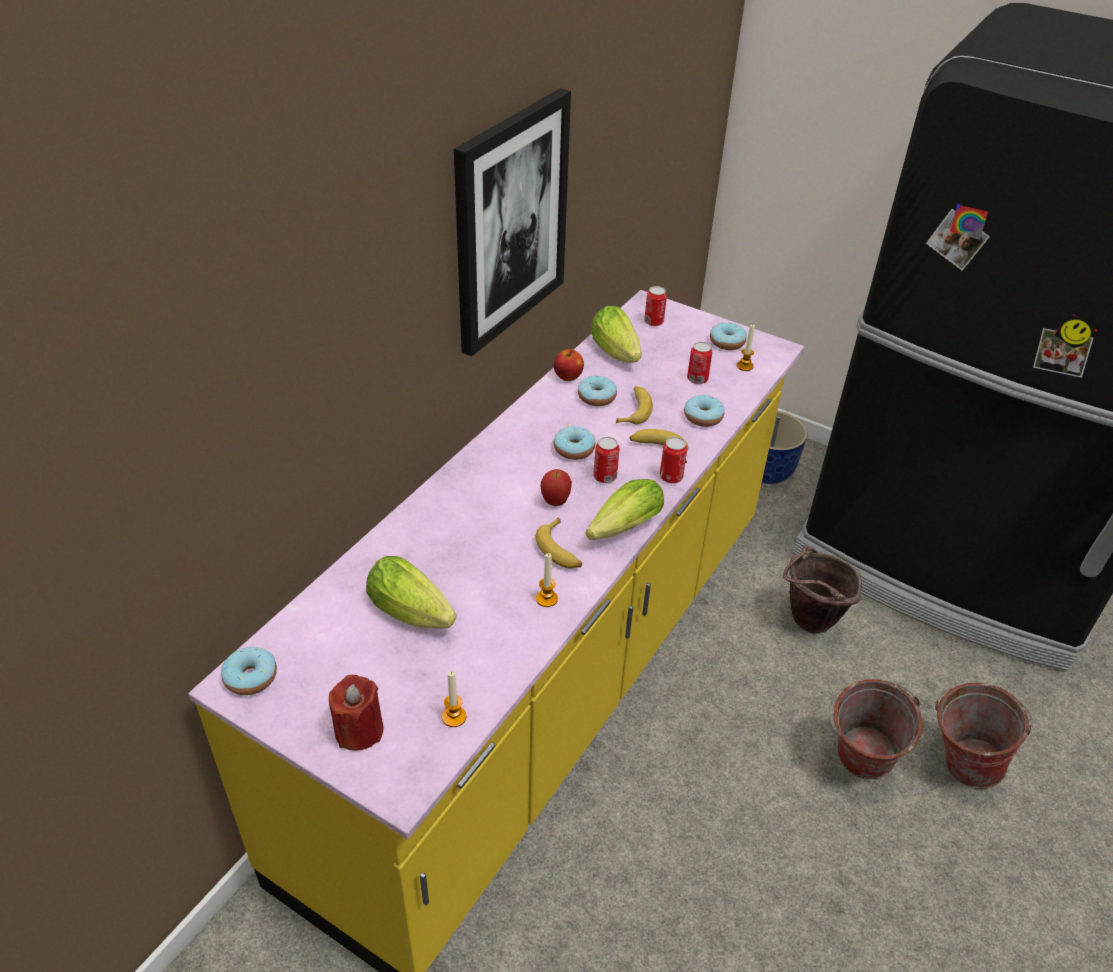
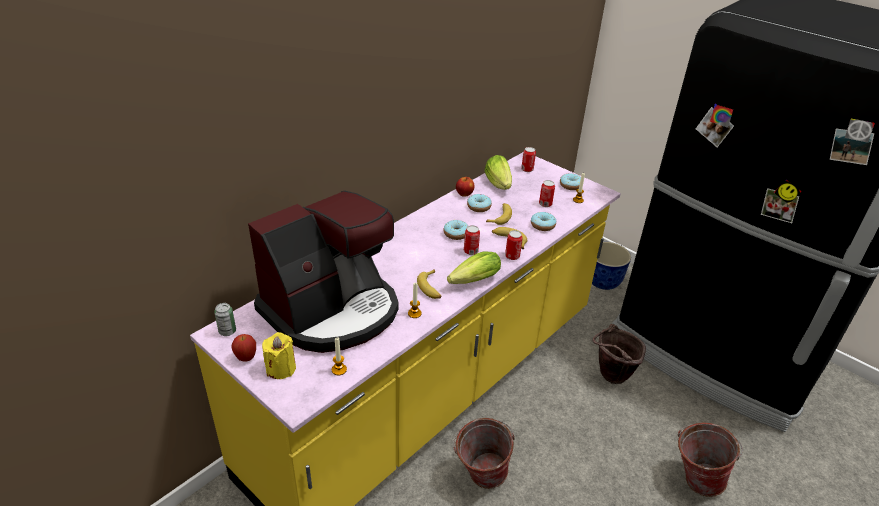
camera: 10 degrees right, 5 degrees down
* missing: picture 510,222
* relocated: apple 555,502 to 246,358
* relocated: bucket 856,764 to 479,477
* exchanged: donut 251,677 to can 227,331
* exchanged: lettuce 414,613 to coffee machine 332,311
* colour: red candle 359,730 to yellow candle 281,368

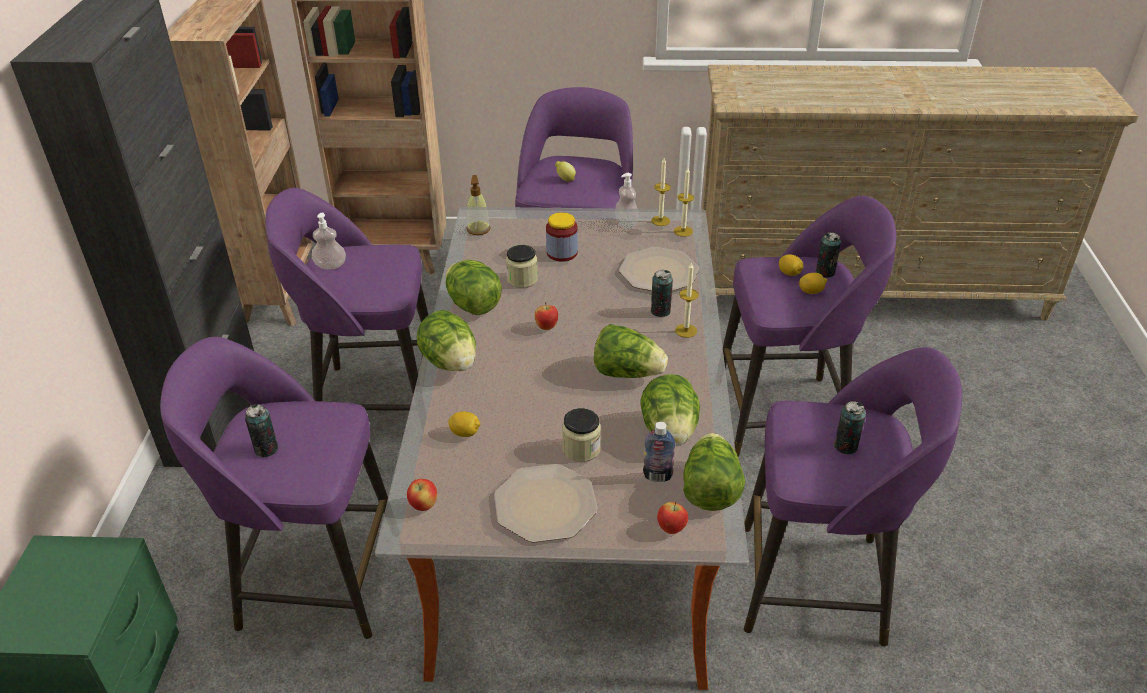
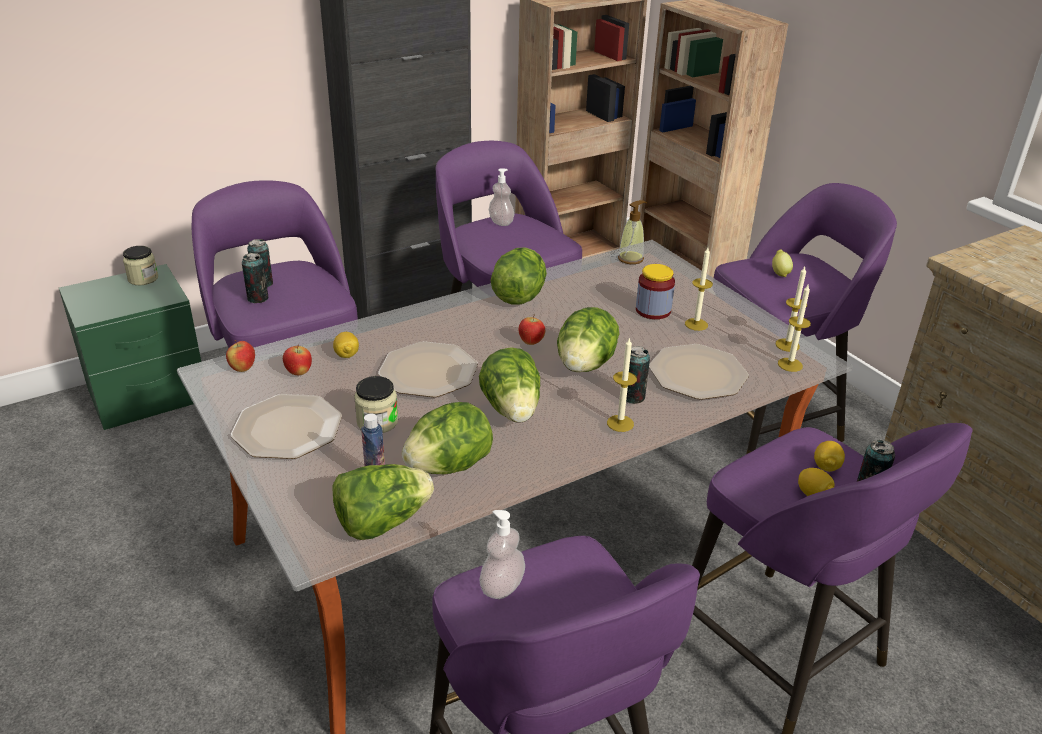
camera: 55 degrees right, 5 degrees down
* appeared: plate 429,372
* appeared: candle 696,324
* relocated: lettuce 450,362 to 585,365
* relocated: jar 522,279 to 143,279
* relocated: soap dispenser 626,224 to 502,587
* relocated: apple 671,529 to 299,373
* relocated: can 845,446 to 258,298

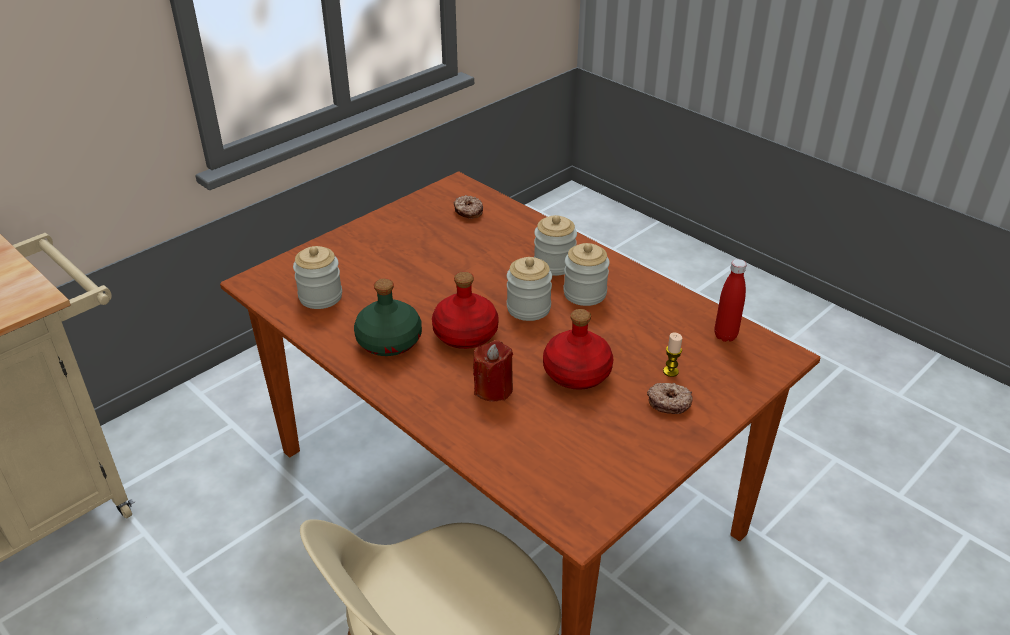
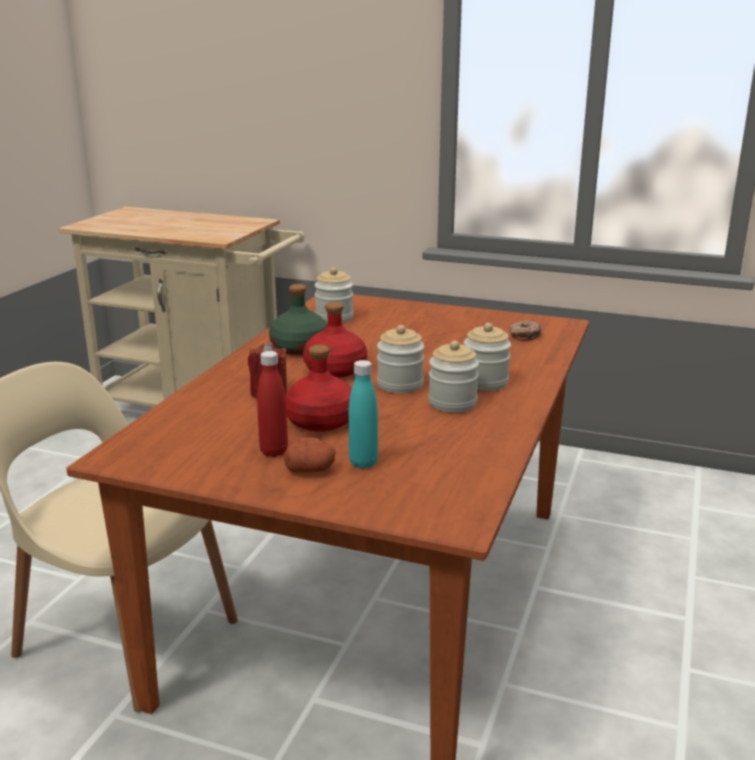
camera: 65 degrees right, 15 degrees down
* relocated: red bottle 725,336 to 274,451
* exchanged: donut 669,402 to potato 311,469
* exchanged: candle 670,371 to turquoise bottle 363,463

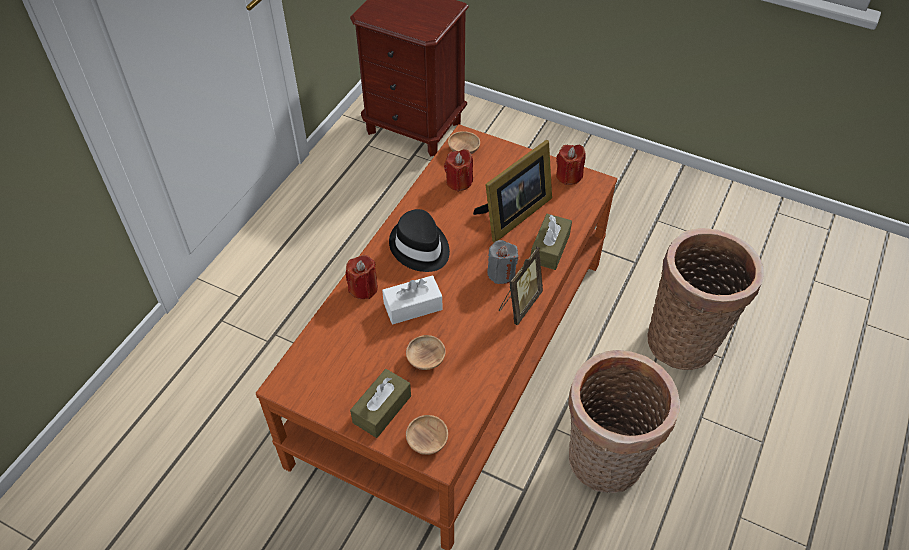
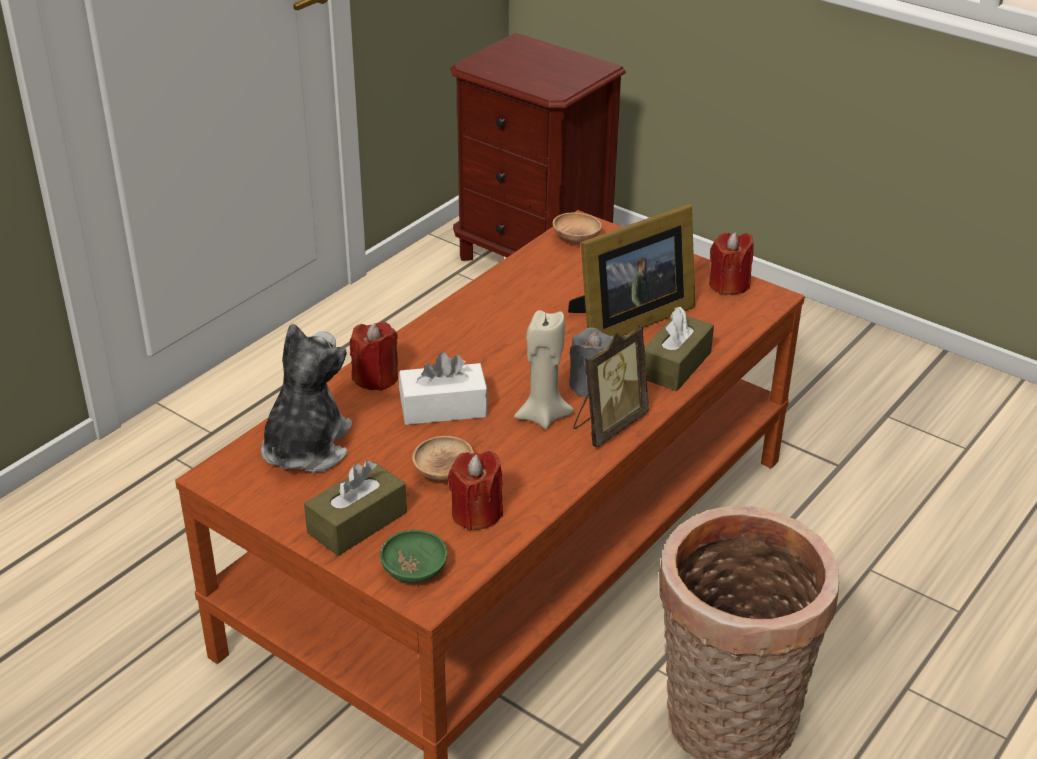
camera: 10 degrees right, 15 degrees down
* missing: black hat 420,248
* missing: basket 685,340
* appeared: plush toy 305,448
* appeared: beige candle 543,416
* relocated: red candle 459,182 to 476,514
* colour: brown bowl 427,441 to green bowl 414,570

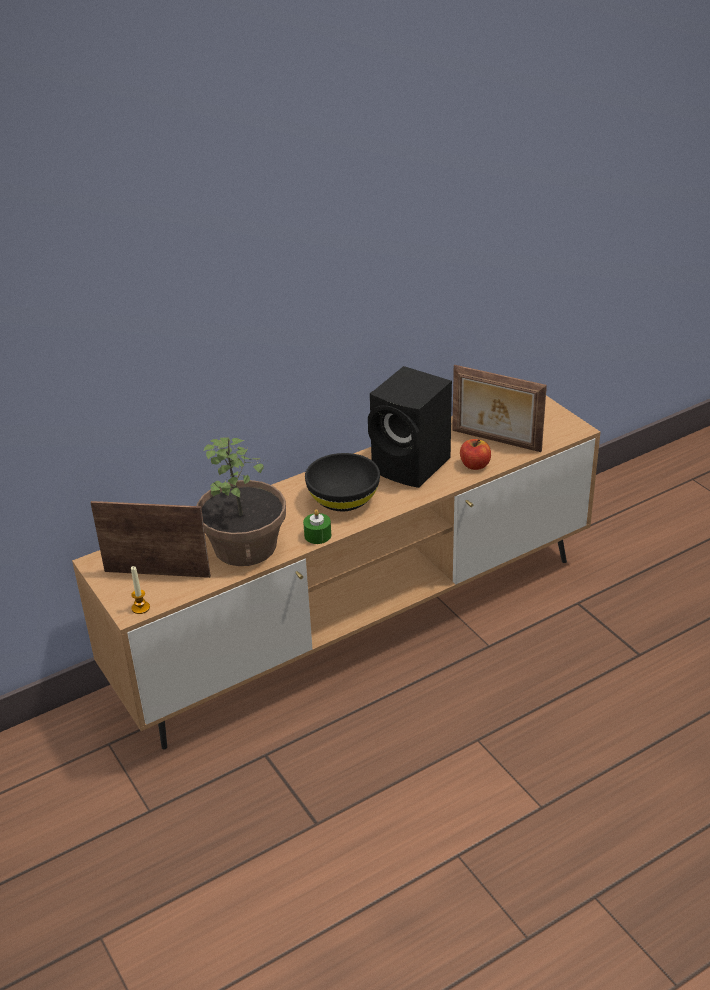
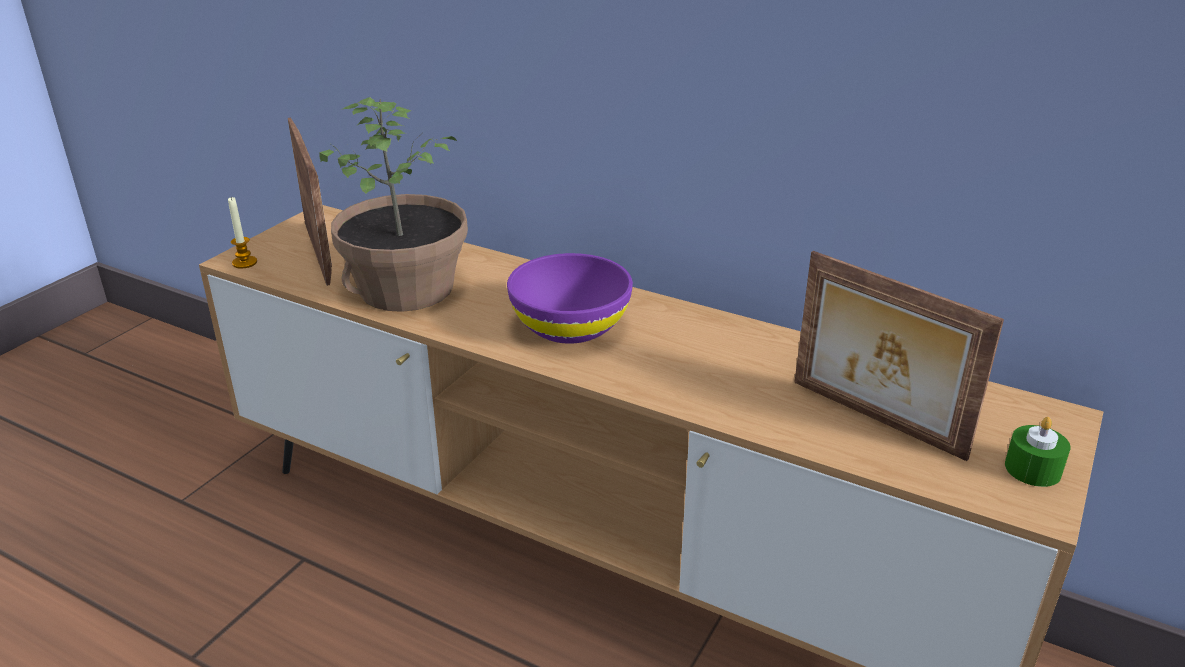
camera: 60 degrees right, 5 degrees down
* missing: black speaker 413,466
* missing: apple 474,465
* relocated: green candle 317,535 to 1032,469
* colour: black bowl 343,499 to purple bowl 569,326
* spun: picture frame 495,441 = 874,420 45 degrees counterclockwise

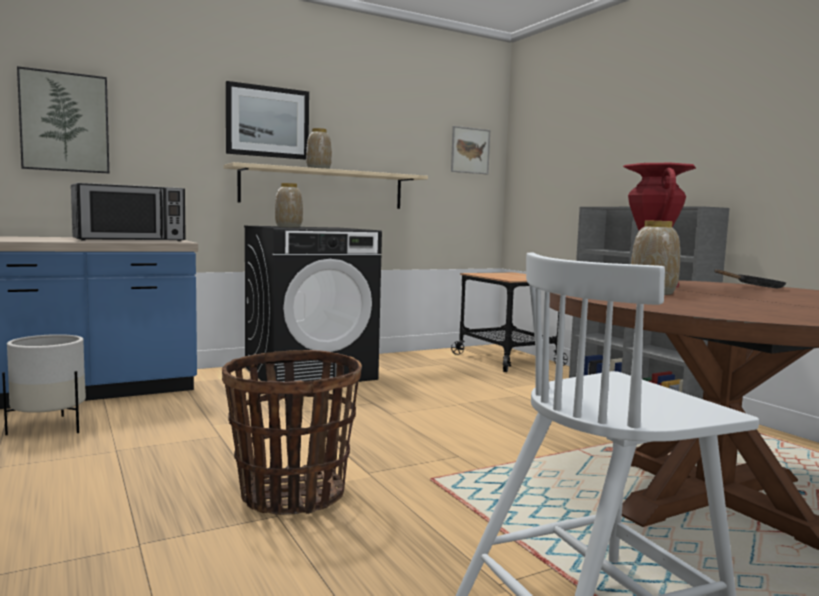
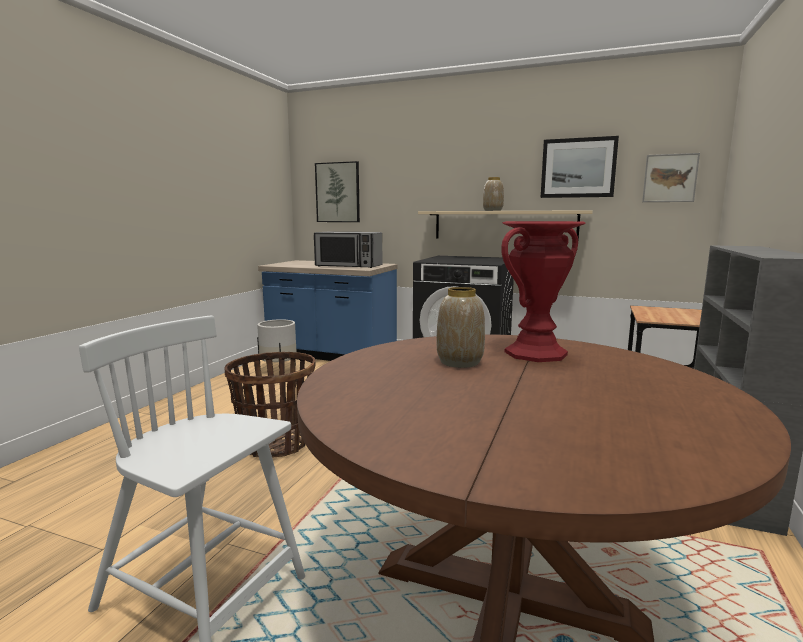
camera: 50 degrees right, 5 degrees up
* missing: vase 289,227
* missing: black frying pan 755,287
* relocated: picture 267,122 to 578,168

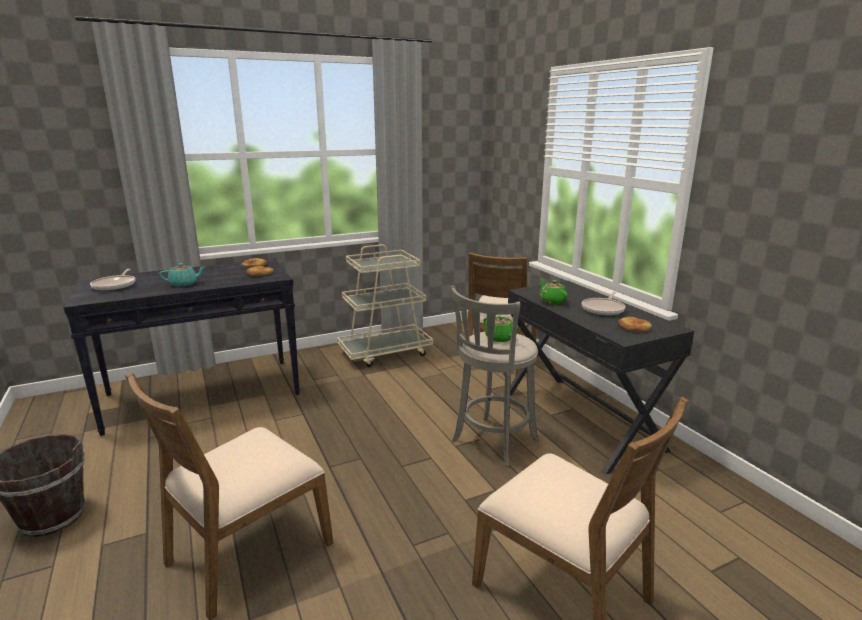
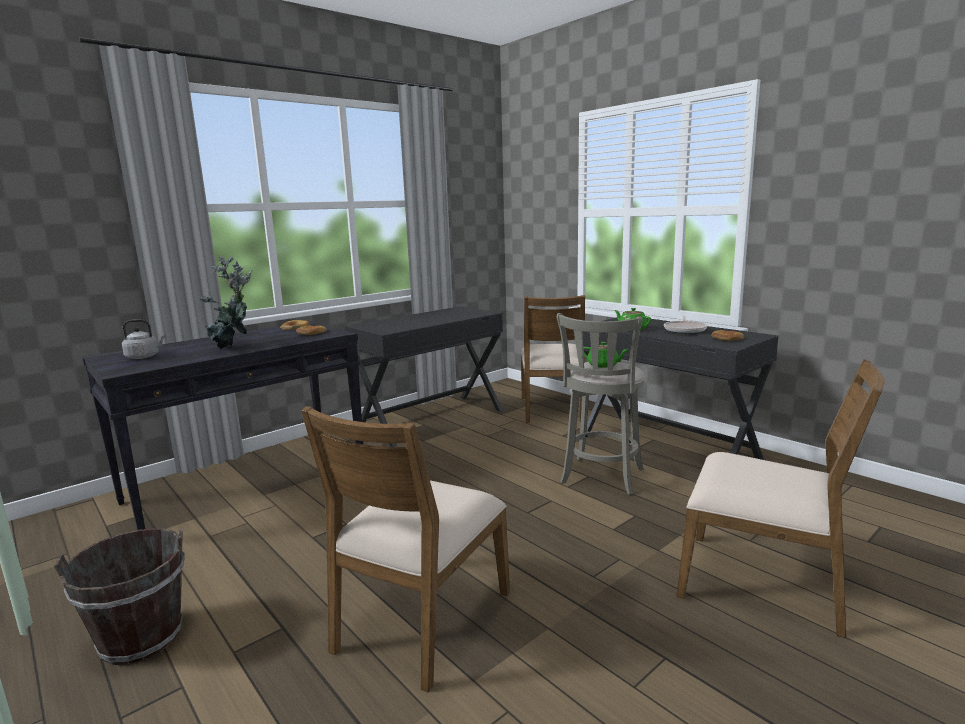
camera: 15 degrees left, 5 degrees down
* exchanged: frying pan 115,285 to grey kettle 144,357
* exchanged: turquoise teapot 184,284 to potted plant 232,348
* exchanged: beige cart 385,352 to black desk 431,419

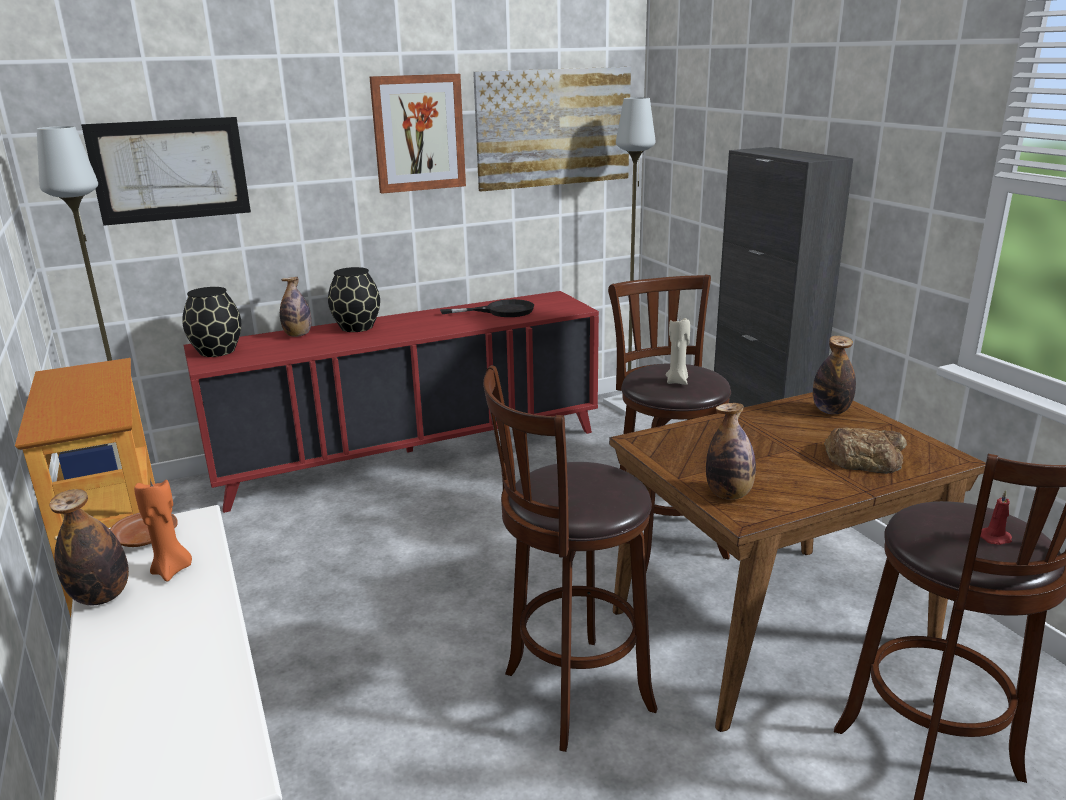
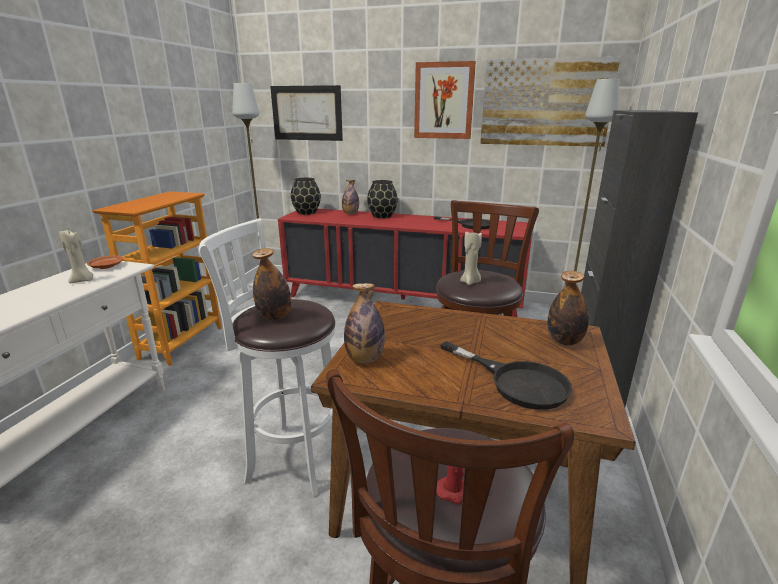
camera: 40 degrees right, 0 degrees up
* relocated: bottle 101,596 to 275,317
* exchanged: bread 864,458 to black frying pan 517,381
* colour: orange candle 172,570 to beige candle 83,281
* colour: brown stool 571,694 to white stool 292,457

